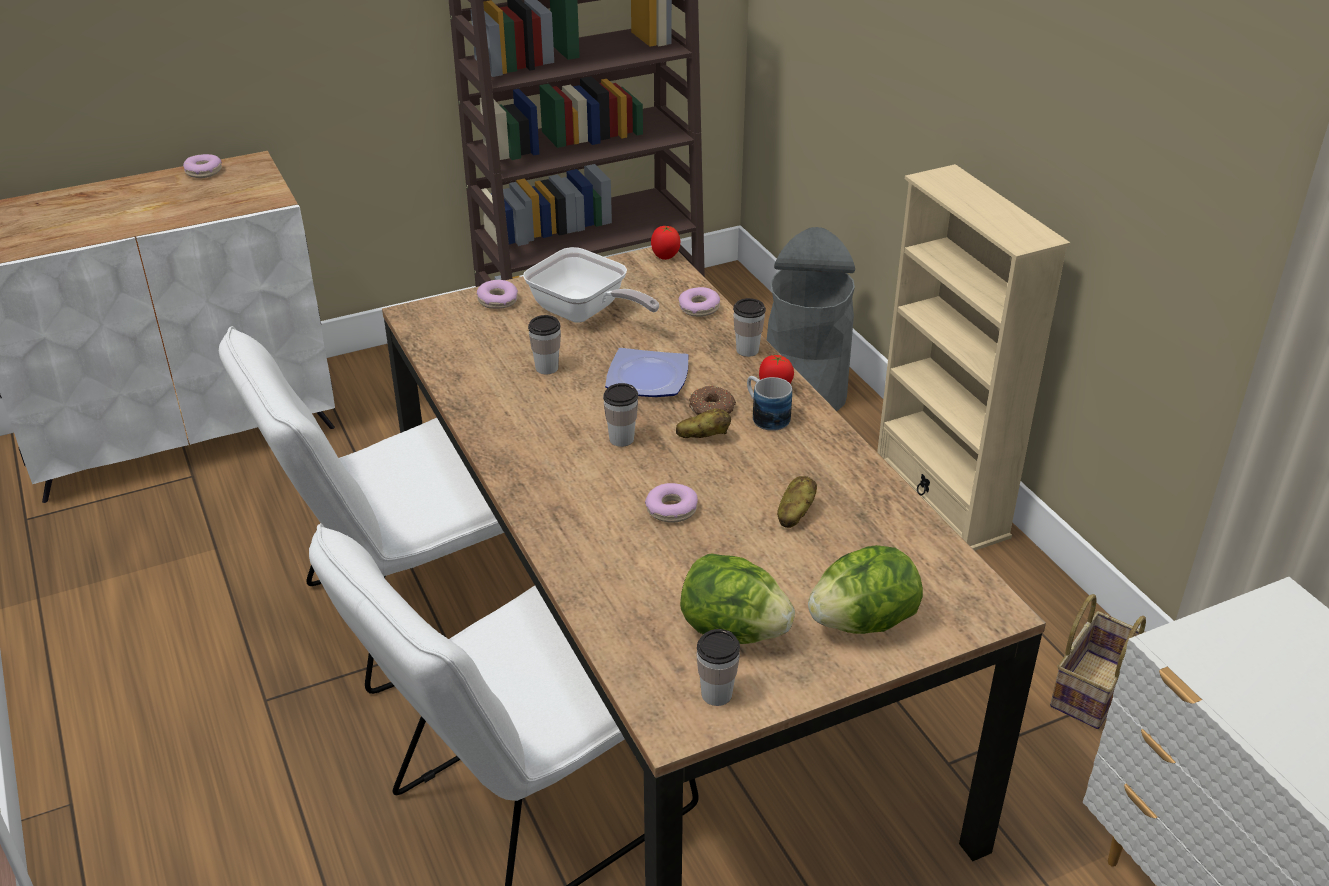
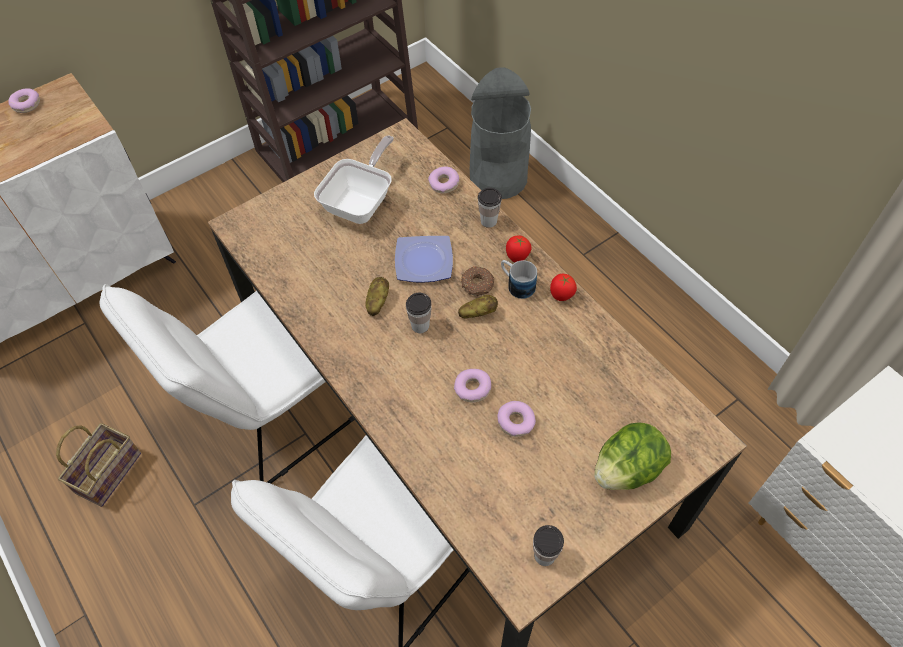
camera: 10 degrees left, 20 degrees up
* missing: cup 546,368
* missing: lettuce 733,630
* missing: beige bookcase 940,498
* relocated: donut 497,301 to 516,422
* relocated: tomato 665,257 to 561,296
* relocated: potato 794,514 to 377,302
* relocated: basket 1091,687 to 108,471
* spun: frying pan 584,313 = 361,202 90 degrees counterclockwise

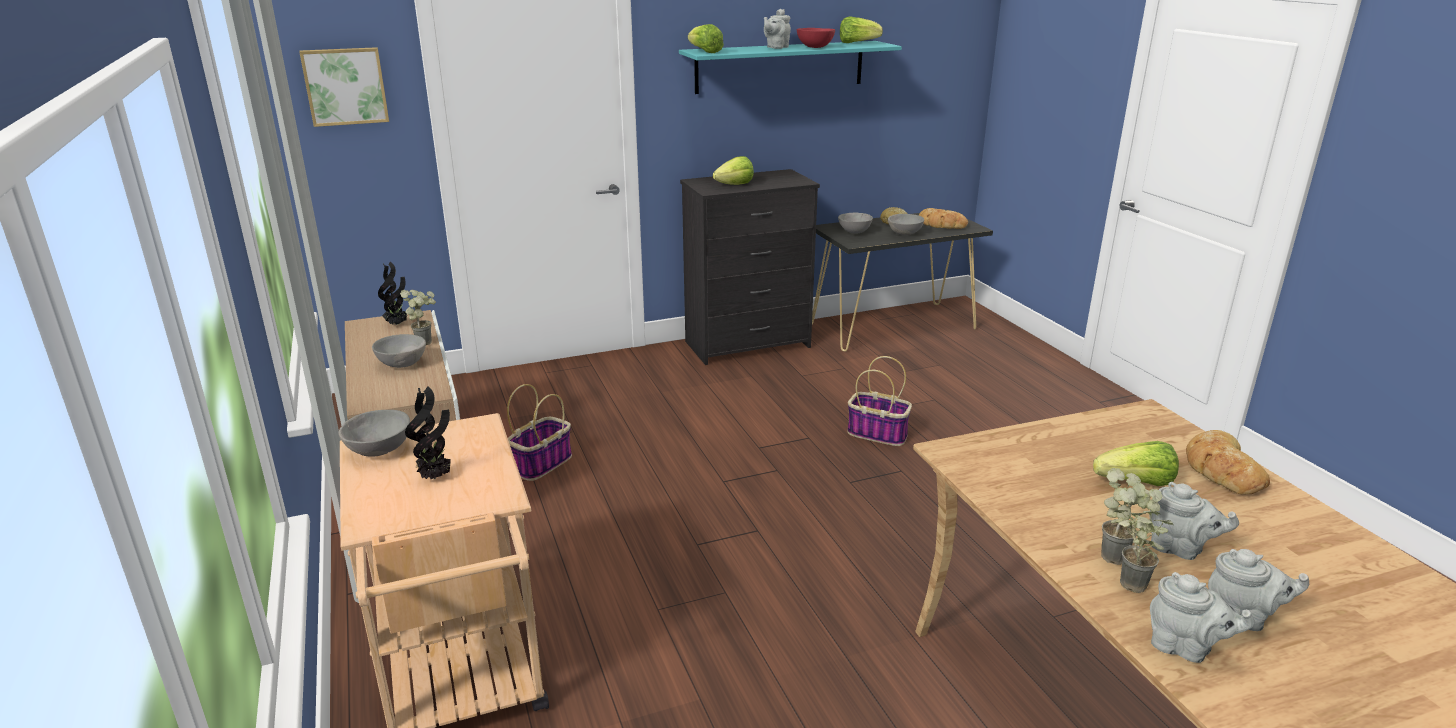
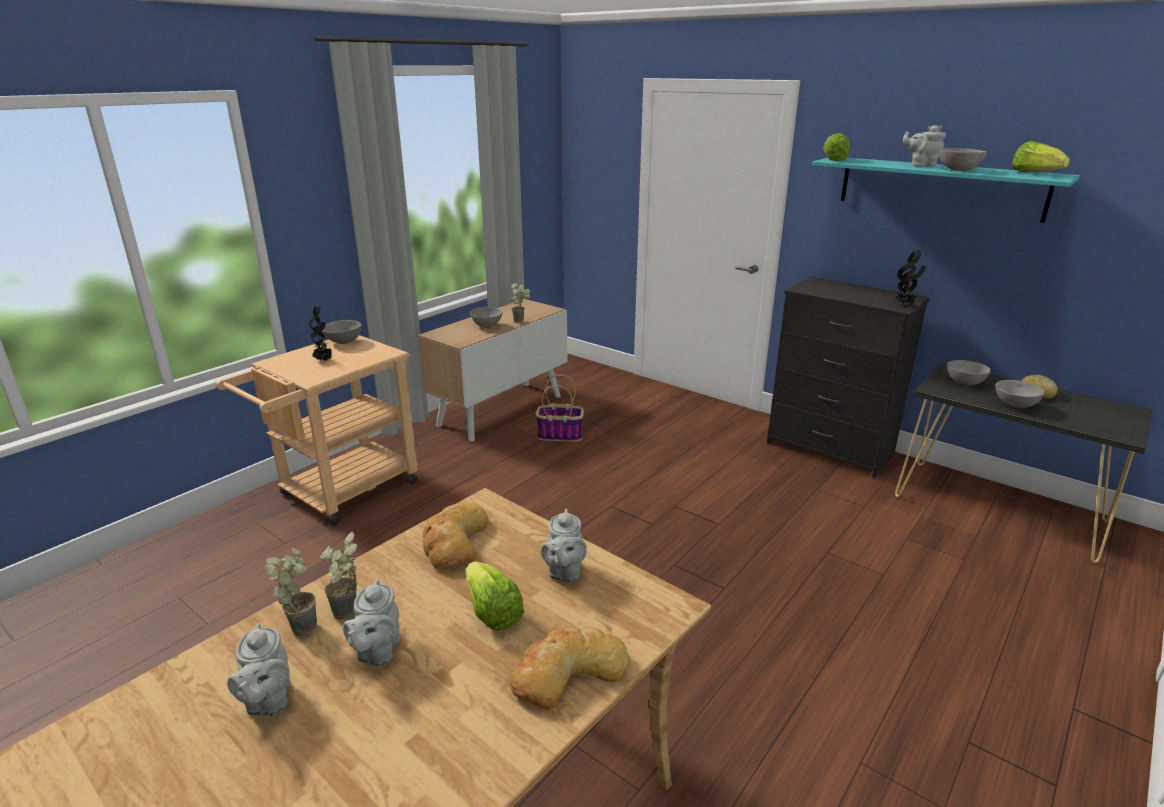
camera: 60 degrees right, 0 degrees up
* missing: picture 345,86
* missing: lettuce 735,185
* missing: basket 878,434
* relocated: potted plant 397,324 to 904,304
* relocated: bread 941,224 to 454,542
* relocated: grey teapot 1185,648 to 564,572
* colour: red bowl 814,47 to grey bowl 958,170

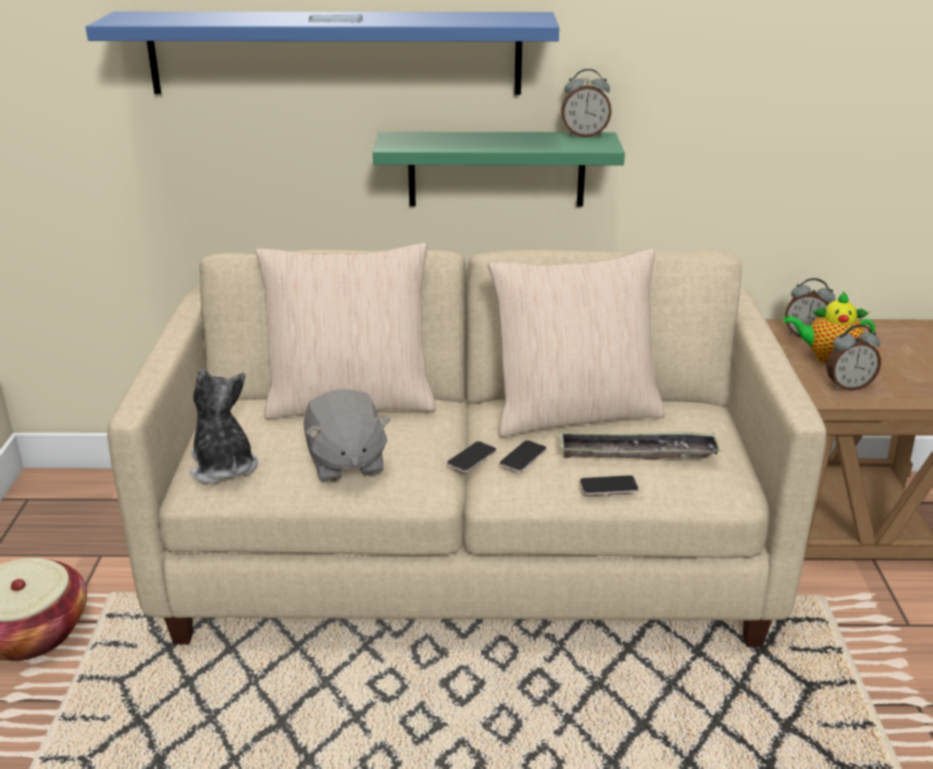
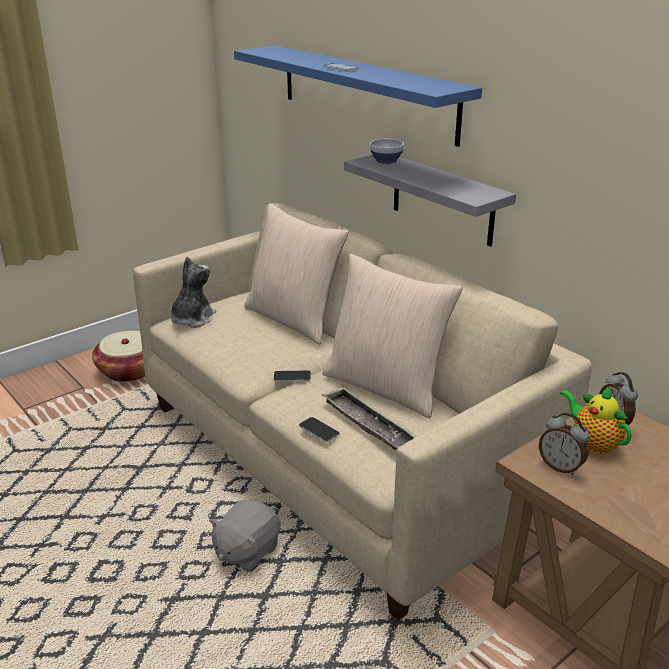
camera: 50 degrees right, 0 degrees up
* missing: phone 523,457
* missing: alarm clock 584,135
* appeared: bowl 387,160
* relocated: grey plush toy 345,462 to 246,551
* colour: green shelf 496,169 to grey shelf 442,199

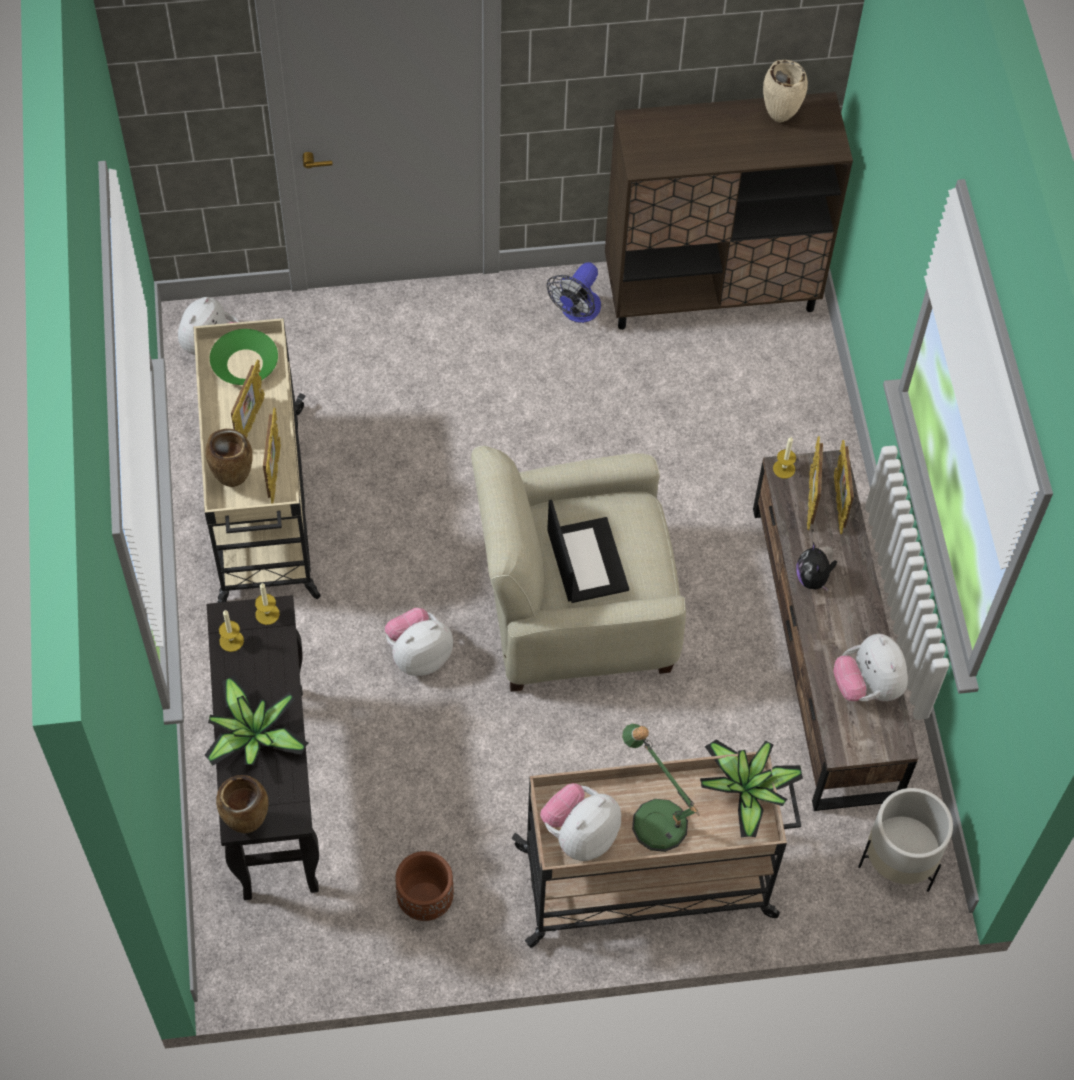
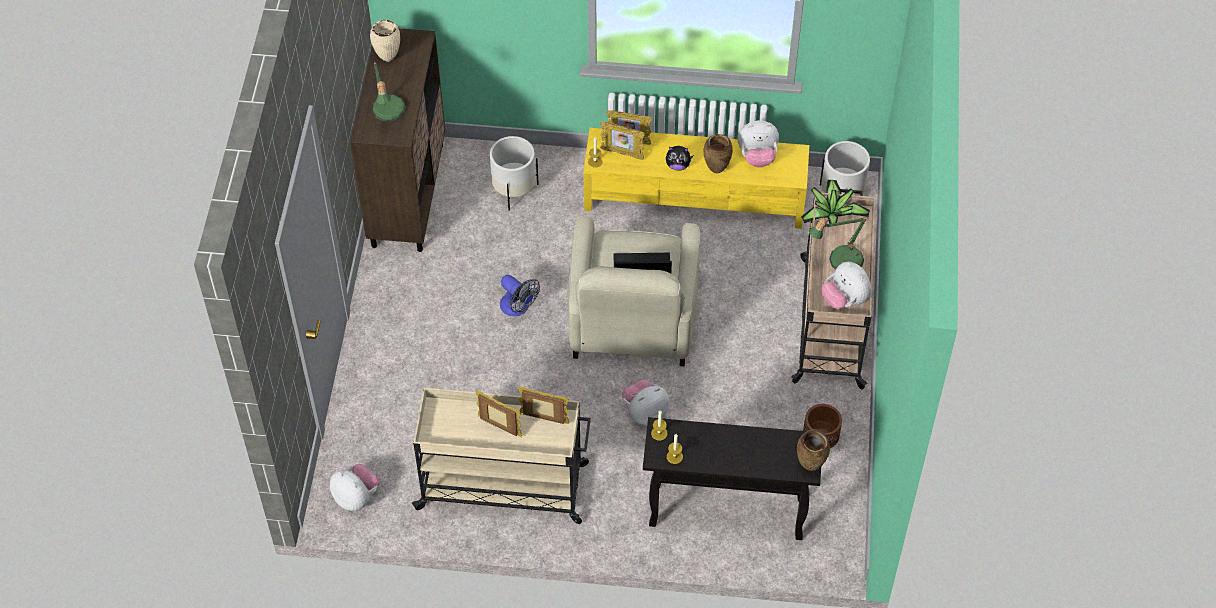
camera: 75 degrees left, 5 degrees down
* missing: potted plant 252,737
* missing: green bowl 244,363
* appeared: table lamp 388,114
* appeared: white planter 514,191
* relocated: brown vase 234,480 to 716,170
* relocated: fan 577,311 to 518,307
* colour: brown tv stand 824,651 to yellow tv stand 695,198
* spun: plush toy 418,655 = 644,412 75 degrees clockwise

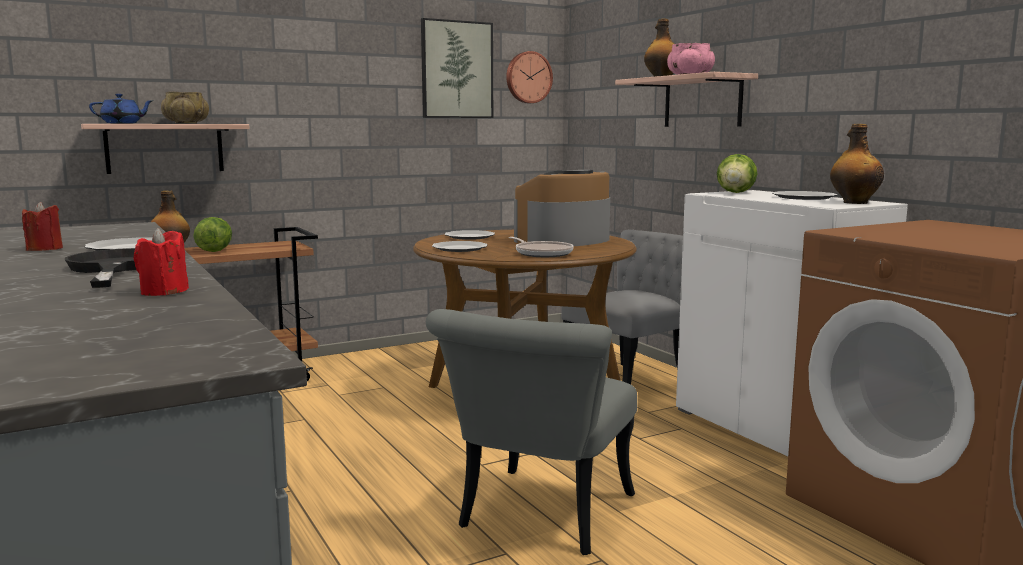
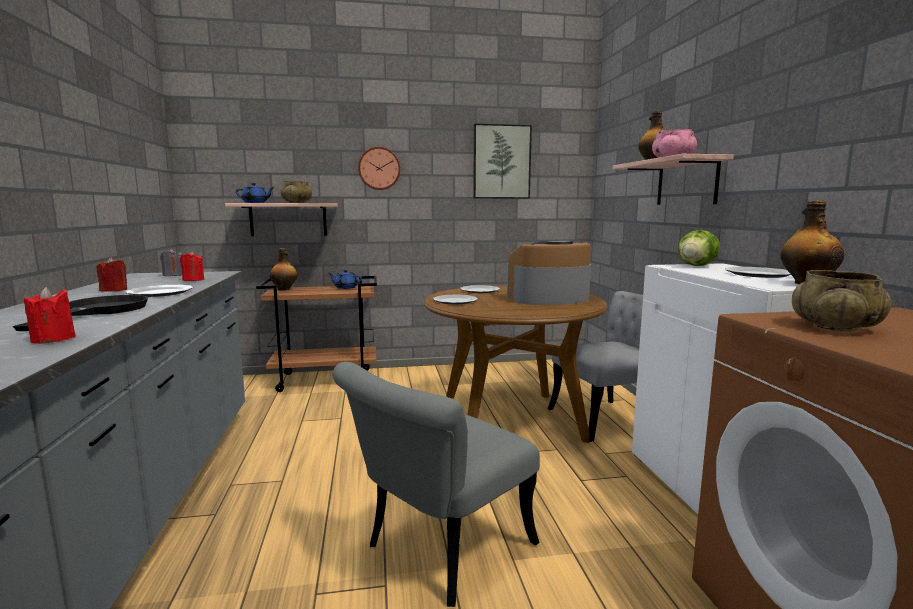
camera: 20 degrees right, 0 degrees up
* missing: lettuce 214,251
* missing: frying pan 542,253
* appeared: grey candle 173,275
* appeared: red candle 193,280
* appeared: blue teapot 345,287
* appeared: beige bowl 835,327
* relocated: wall clock 528,77 to 379,168

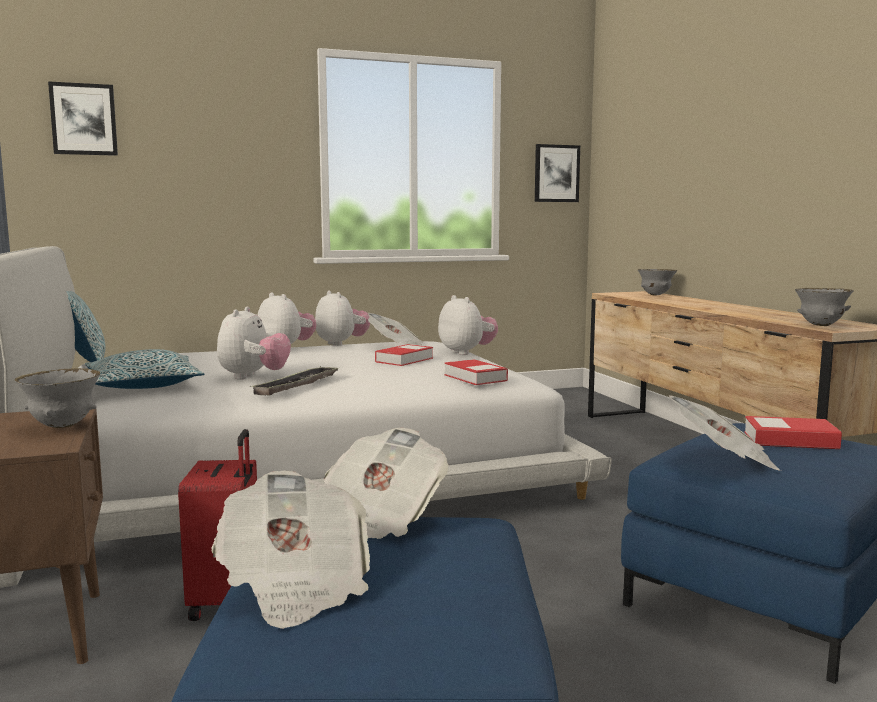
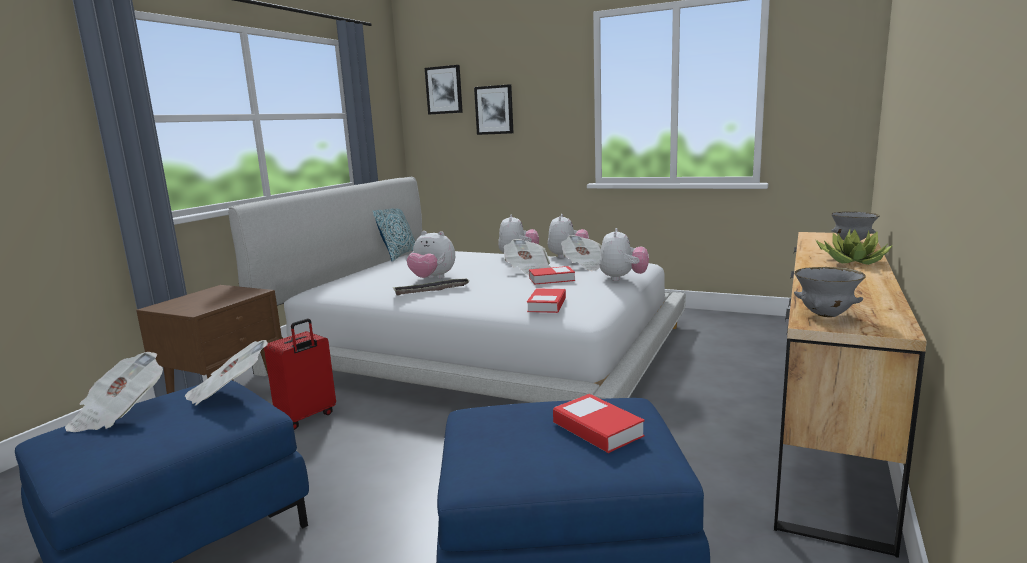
camera: 45 degrees right, 5 degrees up
* missing: grey bowl 62,426
* missing: pillow 144,385
* appeared: potted plant 851,261
* relocated: picture 556,173 to 494,110
* relocated: newspaper 723,460 to 527,270
* spun: plush toy 253,377 = 432,279 60 degrees clockwise

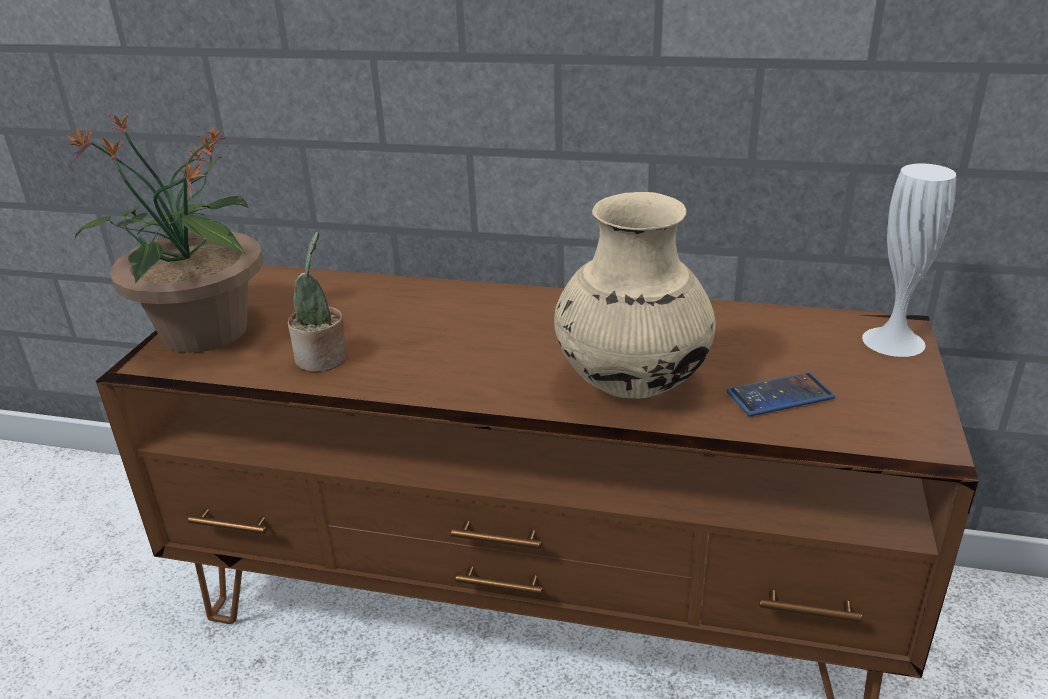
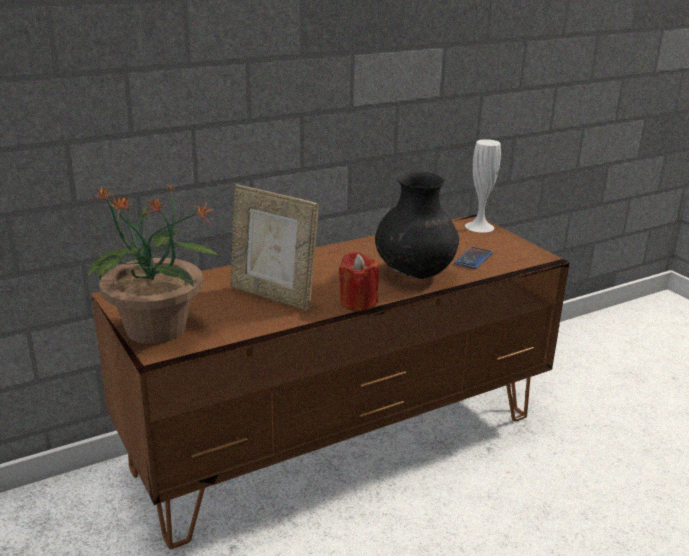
camera: 45 degrees left, 5 degrees down
* missing: potted plant 323,360
* appeared: picture frame 273,296
* appeared: red candle 358,302
* colour: beige vase 631,383 to black vase 414,274

